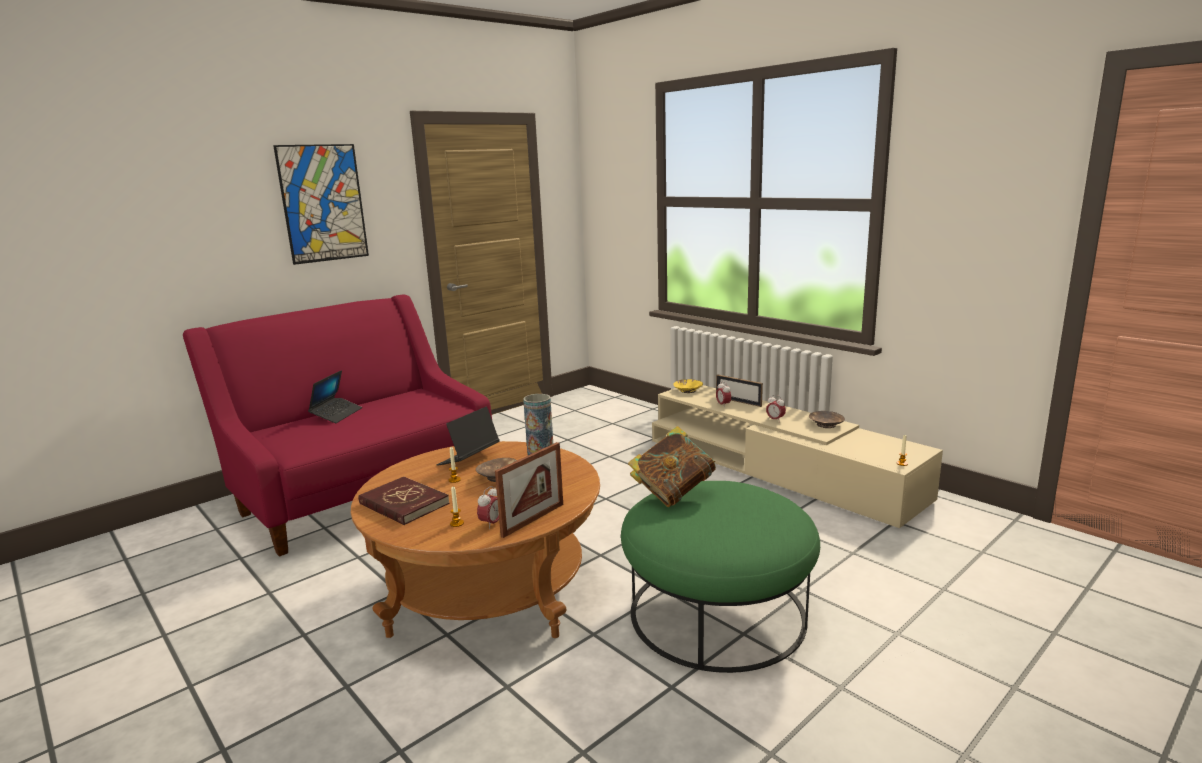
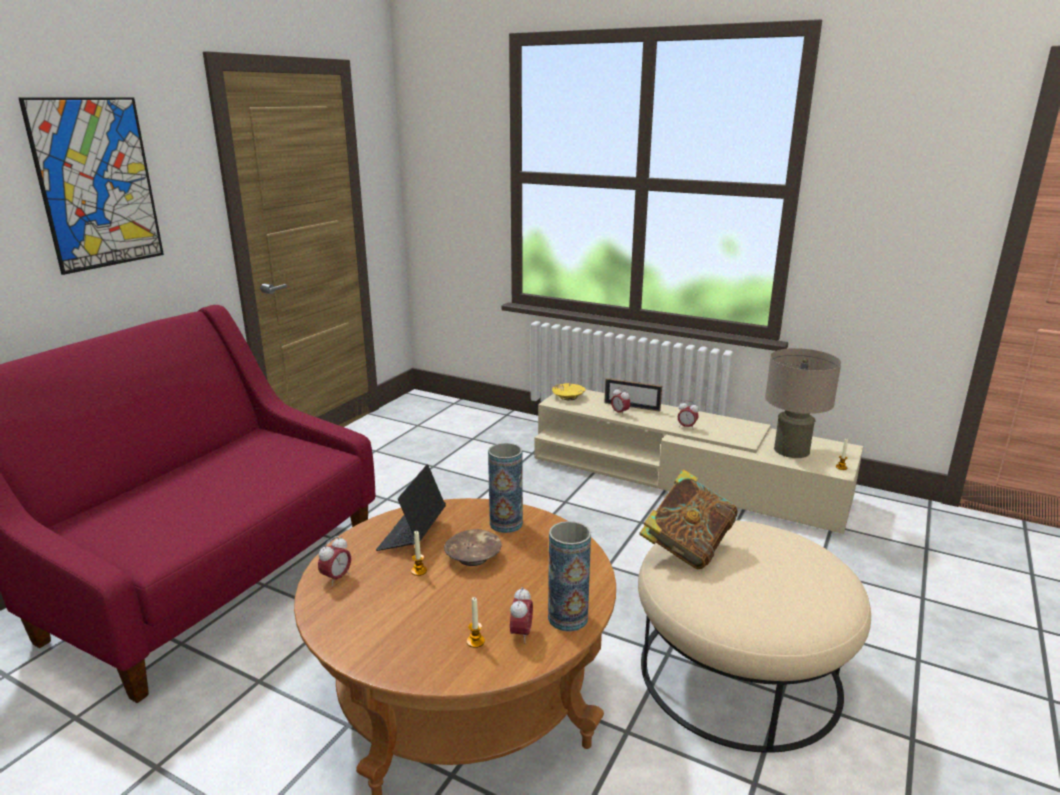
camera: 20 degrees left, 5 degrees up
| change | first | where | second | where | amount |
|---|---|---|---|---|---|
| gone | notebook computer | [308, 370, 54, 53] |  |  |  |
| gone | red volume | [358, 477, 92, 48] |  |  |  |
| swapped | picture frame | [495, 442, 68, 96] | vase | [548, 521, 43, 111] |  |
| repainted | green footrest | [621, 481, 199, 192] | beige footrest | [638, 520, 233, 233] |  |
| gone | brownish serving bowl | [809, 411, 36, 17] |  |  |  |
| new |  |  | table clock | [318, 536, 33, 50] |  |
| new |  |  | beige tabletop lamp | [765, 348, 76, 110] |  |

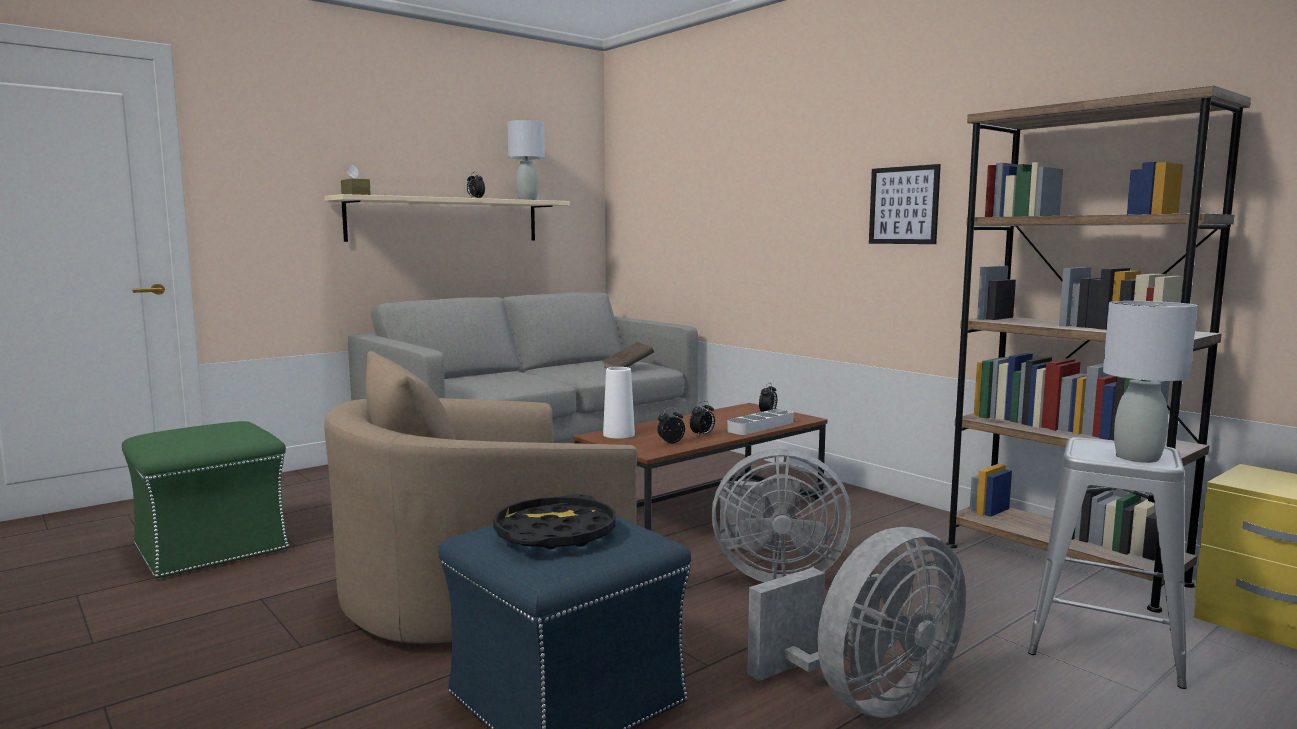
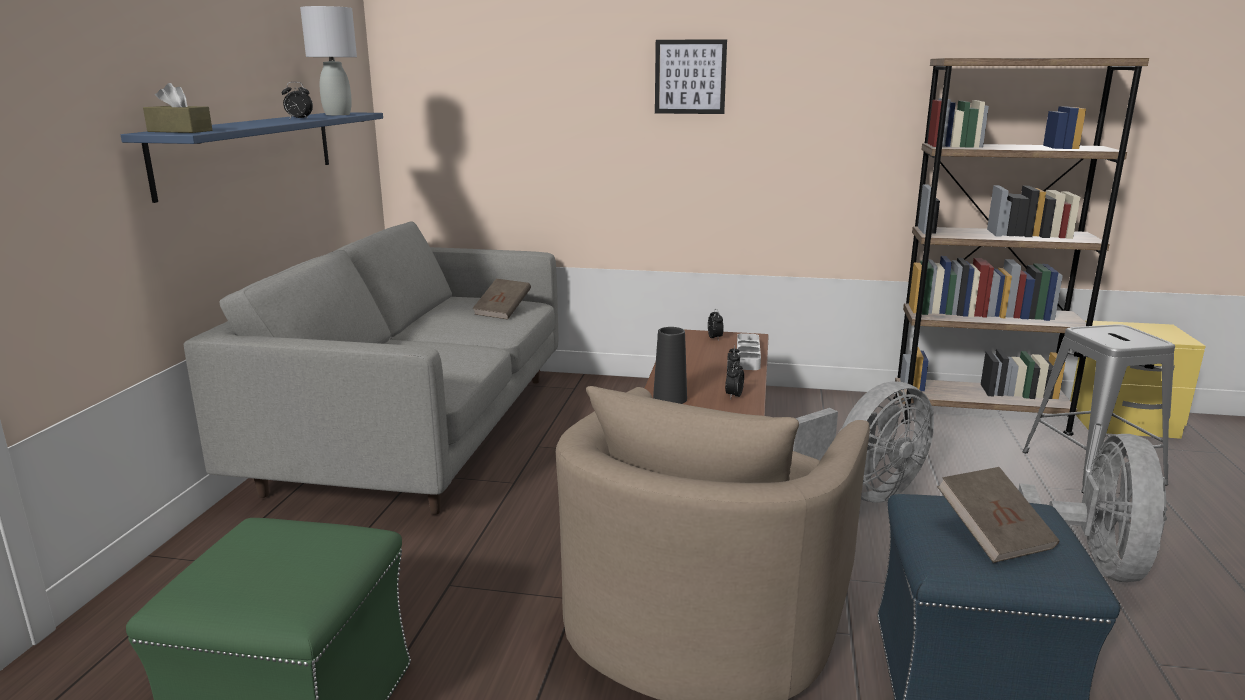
camera: 40 degrees left, 10 degrees up
| change | first | where | second | where | amount |
|---|---|---|---|---|---|
| repainted | beige wall shelf | [324, 194, 246, 48] | blue wall shelf | [121, 112, 262, 91] |  |
| swapped | black carrying tray | [493, 494, 123, 55] | brownish volume | [937, 467, 123, 96] |  |
| repainted | white vase | [603, 367, 32, 72] | black vase | [653, 327, 34, 77] |  |
| shifted | picture | [869, 164, 72, 80] |  | [655, 39, 72, 75] |  |
| gone | grey tabletop lamp | [1103, 301, 95, 162] |  |  |  |

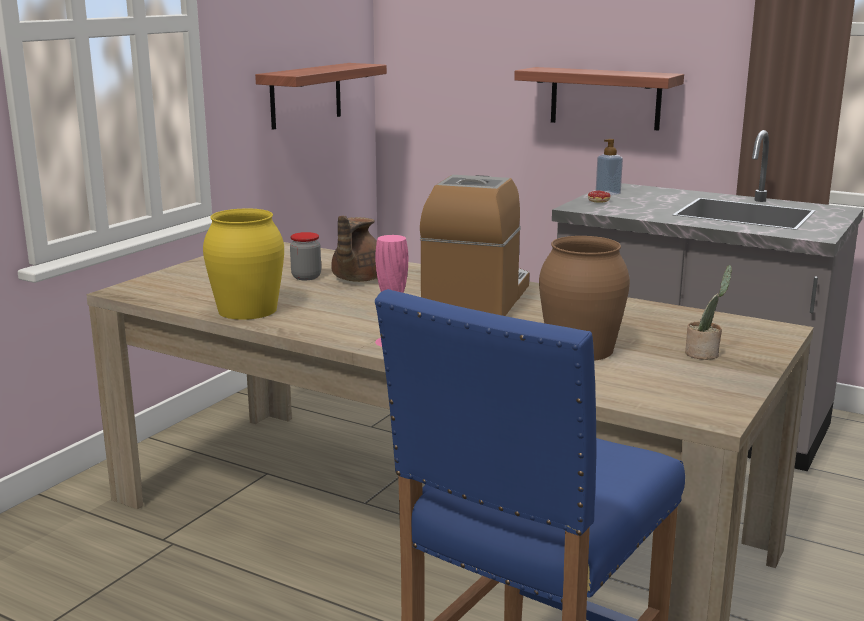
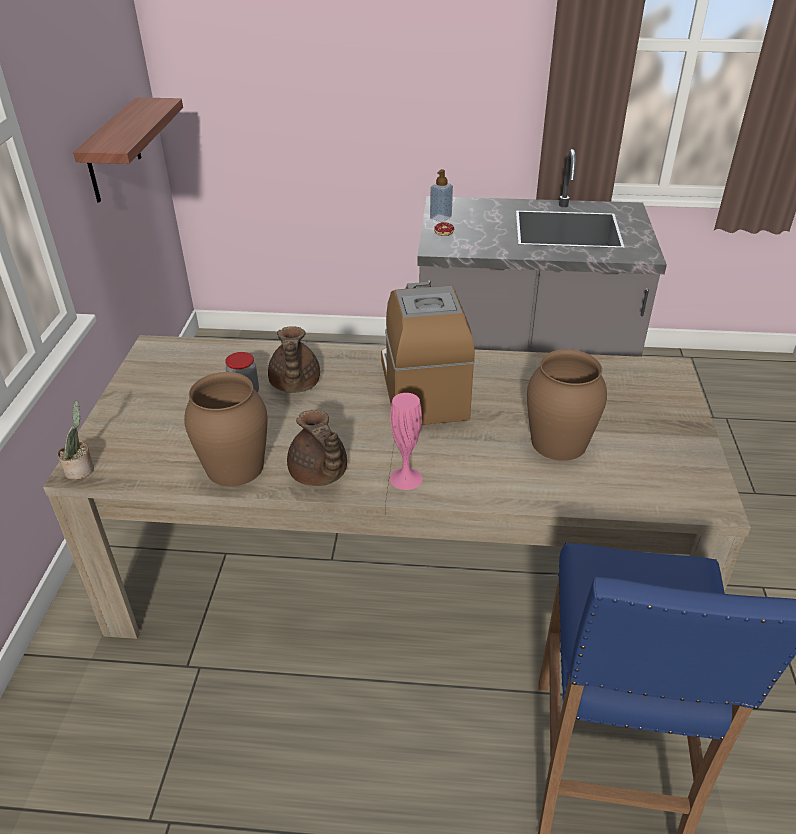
camera: 25 degrees left, 20 degrees up
| change | first | where | second | where | amount |
|---|---|---|---|---|---|
| repainted | yellowish vase | [203, 208, 81, 112] | brownish vase | [184, 372, 84, 114] |  |
| gone | wall shelf | [514, 67, 170, 64] |  |  |  |
| shifted | houseplant | [685, 265, 47, 95] |  | [57, 401, 37, 79] |  |
| new |  |  | brownish tea pot | [287, 410, 60, 76] |  |

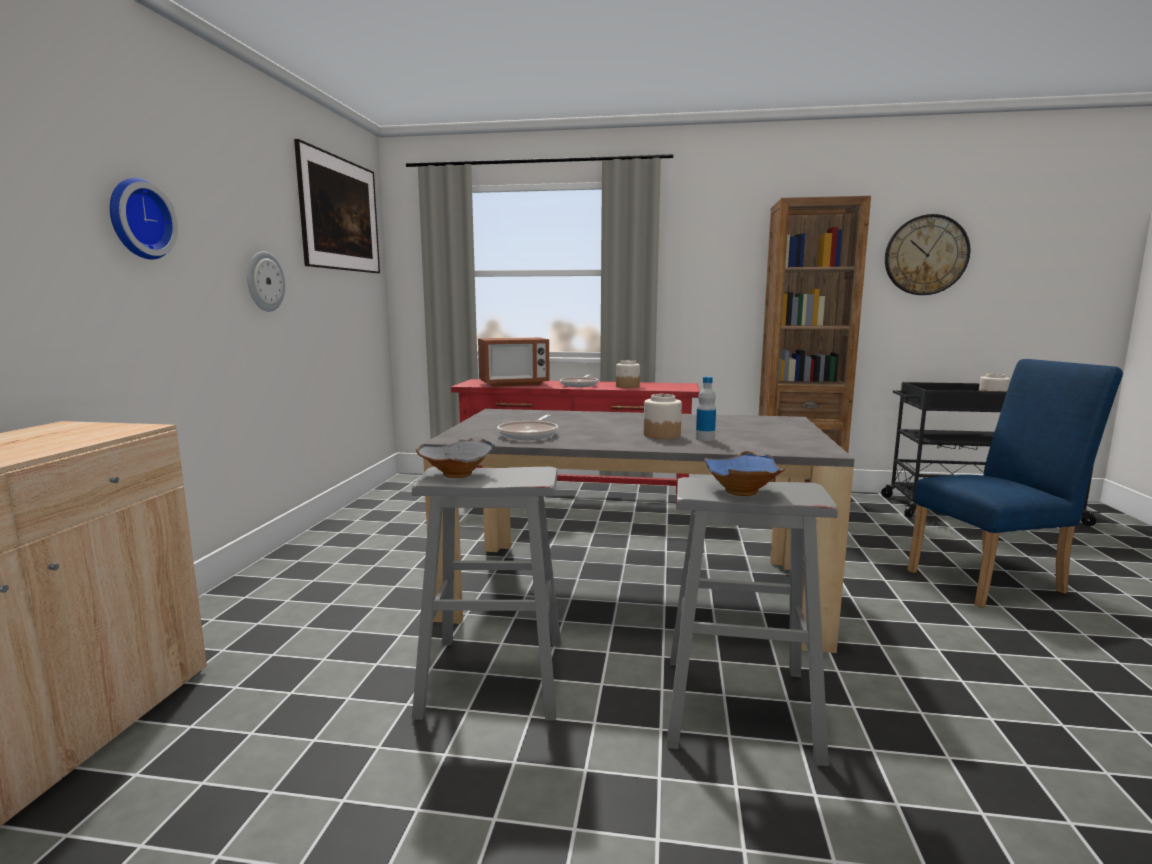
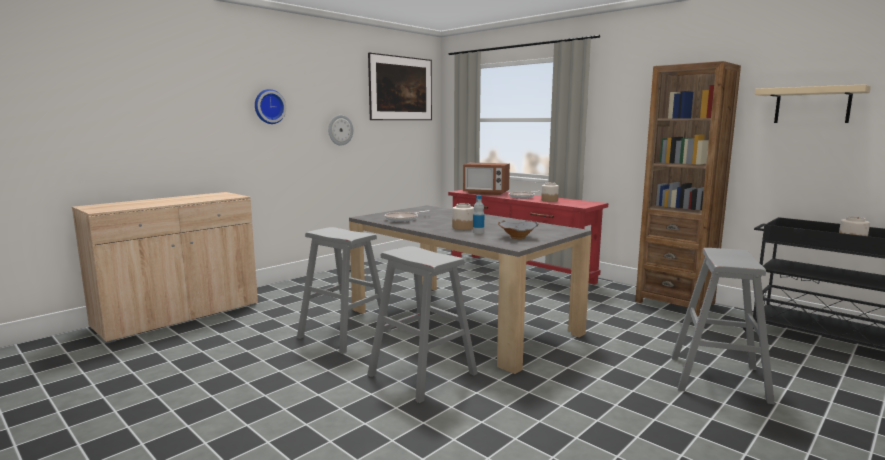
camera: 35 degrees right, 0 degrees up
| change | first | where | second | where | amount |
|---|---|---|---|---|---|
| shifted | grey serving bowl | [416, 438, 79, 40] |  | [498, 220, 41, 19] |  |
| gone | blue serving bowl | [704, 451, 81, 45] |  |  |  |
| swapped | wall clock | [885, 214, 85, 81] | beige wall shelf | [755, 84, 116, 39] |  |
| swapped | blue plain chair | [907, 359, 216, 249] | grey sitting stool | [671, 248, 104, 156] |  |

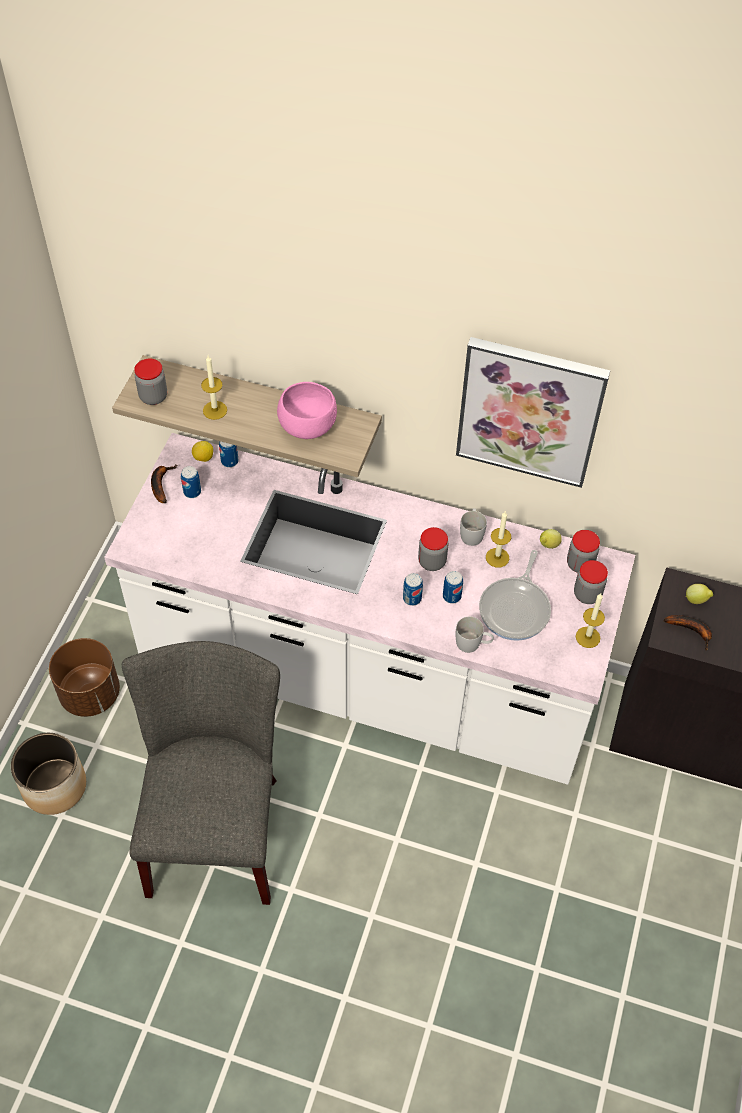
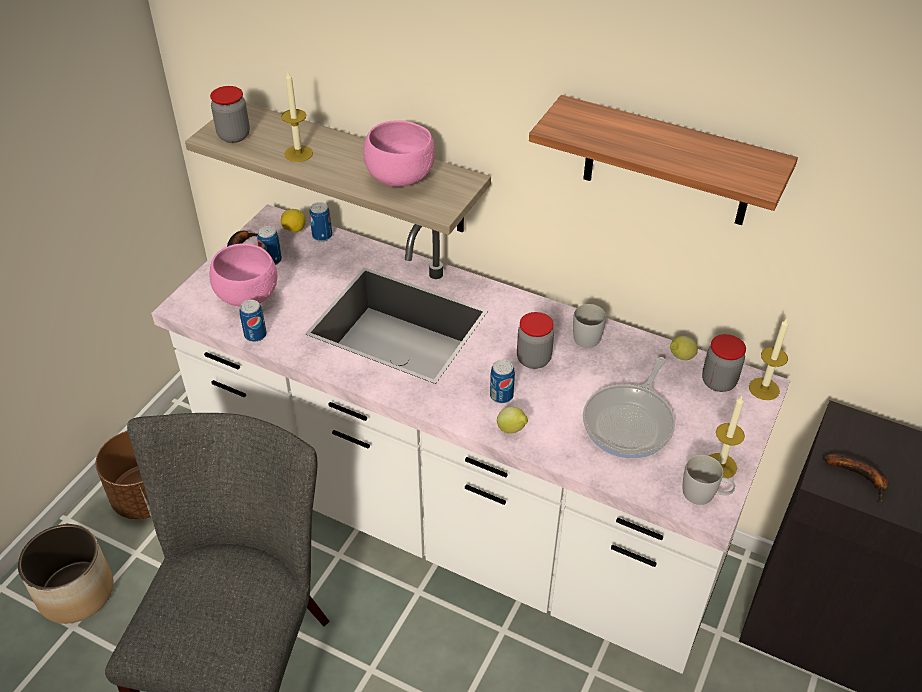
camera: 10 degrees right, 10 degrees down
| change | first | where | second | where | amount |
|---|---|---|---|---|---|
| shifted | metal can | [443, 571, 20, 33] |  | [239, 300, 28, 42] |  |
| shifted | white coffee mug | [455, 617, 39, 36] |  | [683, 455, 52, 50] |  |
| swapped | picture | [456, 337, 154, 151] | wall shelf | [529, 95, 269, 130] |  |
| shifted | candle | [486, 512, 25, 55] |  | [749, 319, 40, 81] |  |
| gone | preserve jar | [574, 560, 34, 44] |  |  |  |
| shifted | citrus fruit | [686, 584, 27, 20] |  | [497, 407, 31, 27] |  |
| new |  |  | pink serving bowl | [209, 244, 68, 63] |  |

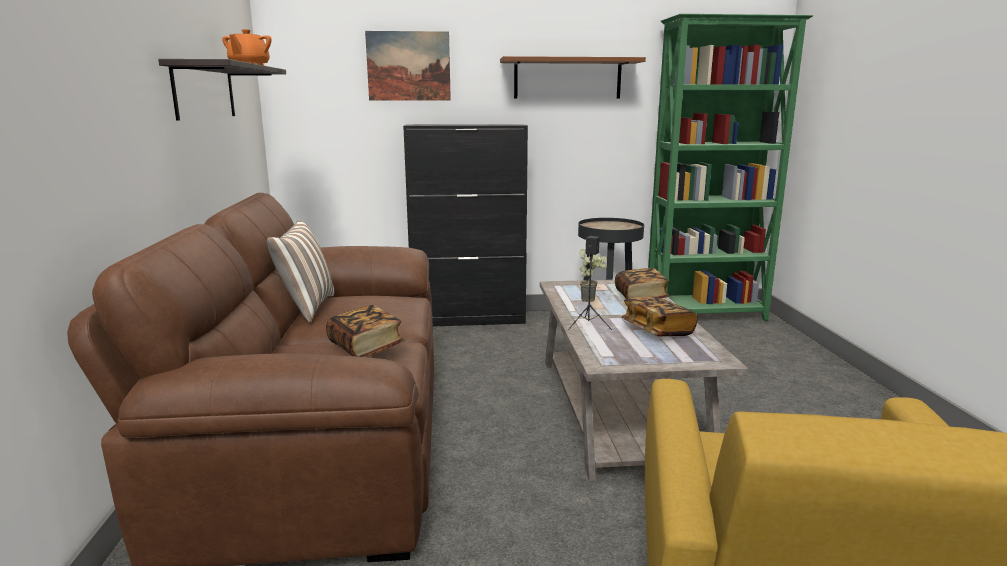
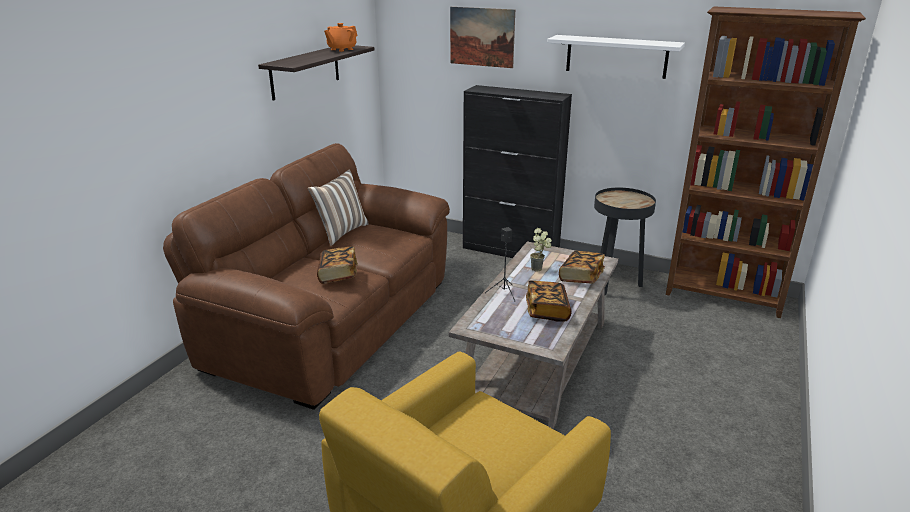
camera: 30 degrees right, 10 degrees up
| change | first | where | second | where | amount |
|---|---|---|---|---|---|
| repainted | brownish wall shelf | [500, 56, 146, 43] | white wall shelf | [547, 35, 138, 44] |  |
| repainted | green shelving unit | [648, 14, 165, 307] | brownish shelving unit | [666, 6, 200, 312] |  |

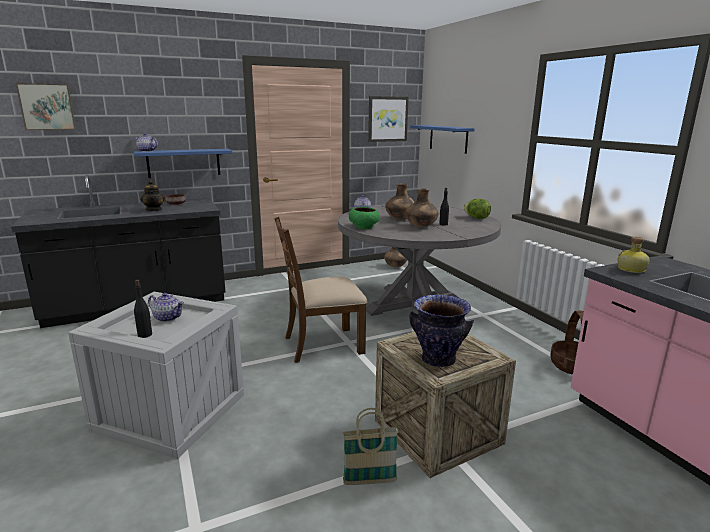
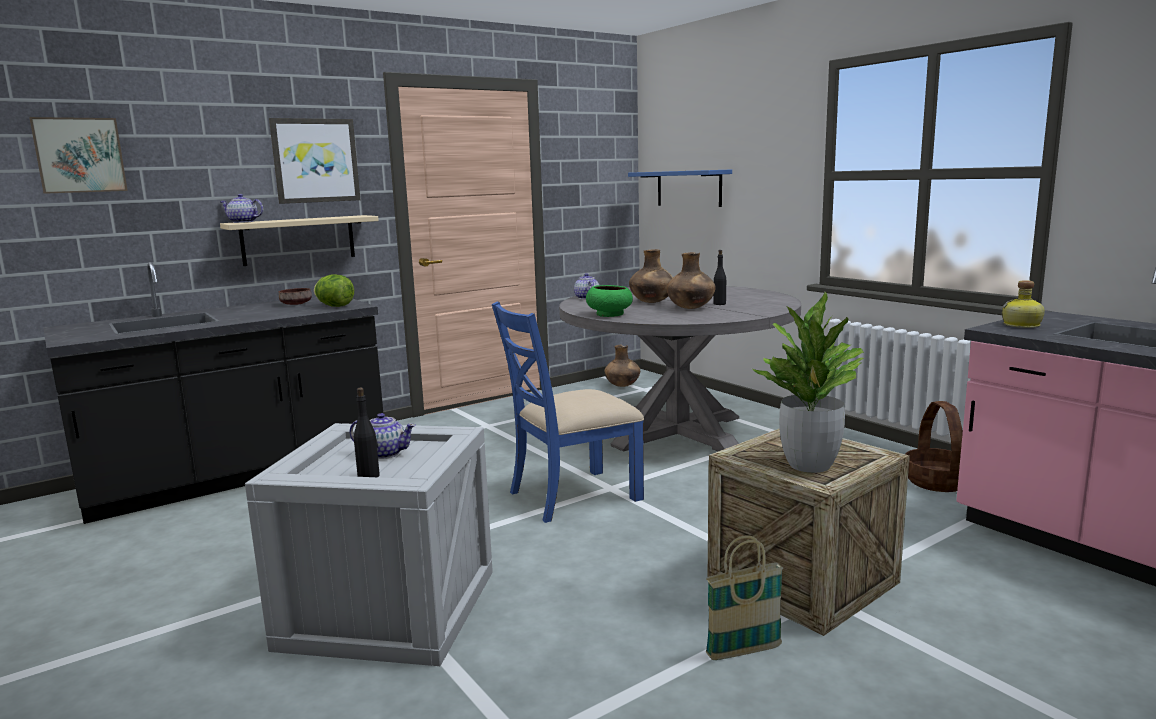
camera: 10 degrees left, 5 degrees down
| change | first | where | second | where | amount |
|---|---|---|---|---|---|
| repainted | blue wall shelf | [134, 149, 98, 29] | beige wall shelf | [220, 215, 159, 51] |  |
| gone | tea pot | [140, 180, 25, 31] |  |  |  |
| repainted | brownish plain chair | [274, 217, 93, 146] | blue plain chair | [492, 301, 152, 222] |  |
| shifted | picture | [368, 96, 41, 46] |  | [269, 118, 91, 86] |  |
| swapped | vase | [409, 295, 65, 73] | houseplant | [752, 292, 112, 181] |  |
| shifted | lettuce head | [464, 199, 27, 20] |  | [314, 274, 40, 33] |  |

